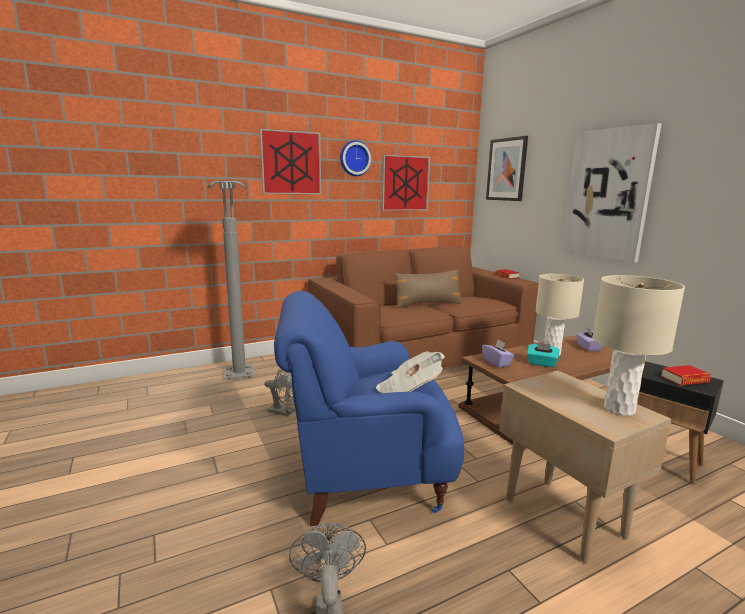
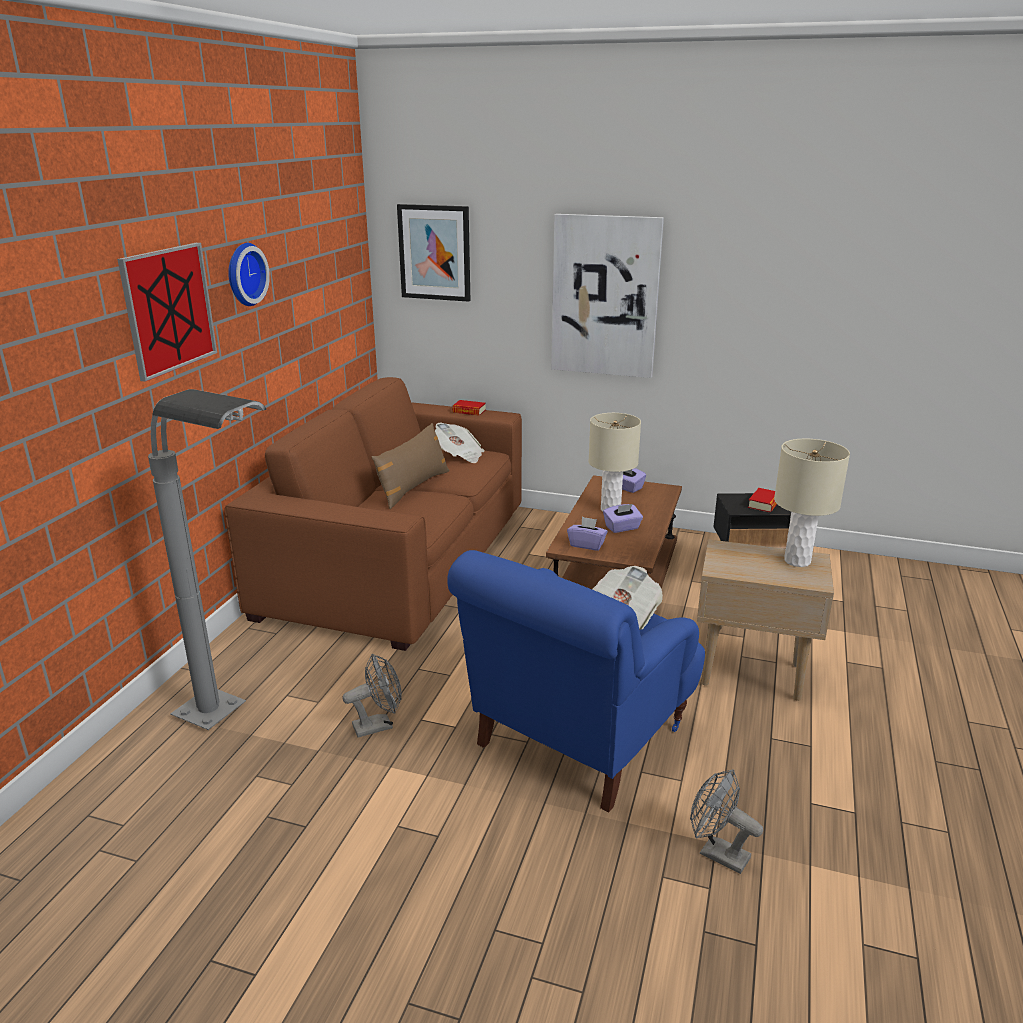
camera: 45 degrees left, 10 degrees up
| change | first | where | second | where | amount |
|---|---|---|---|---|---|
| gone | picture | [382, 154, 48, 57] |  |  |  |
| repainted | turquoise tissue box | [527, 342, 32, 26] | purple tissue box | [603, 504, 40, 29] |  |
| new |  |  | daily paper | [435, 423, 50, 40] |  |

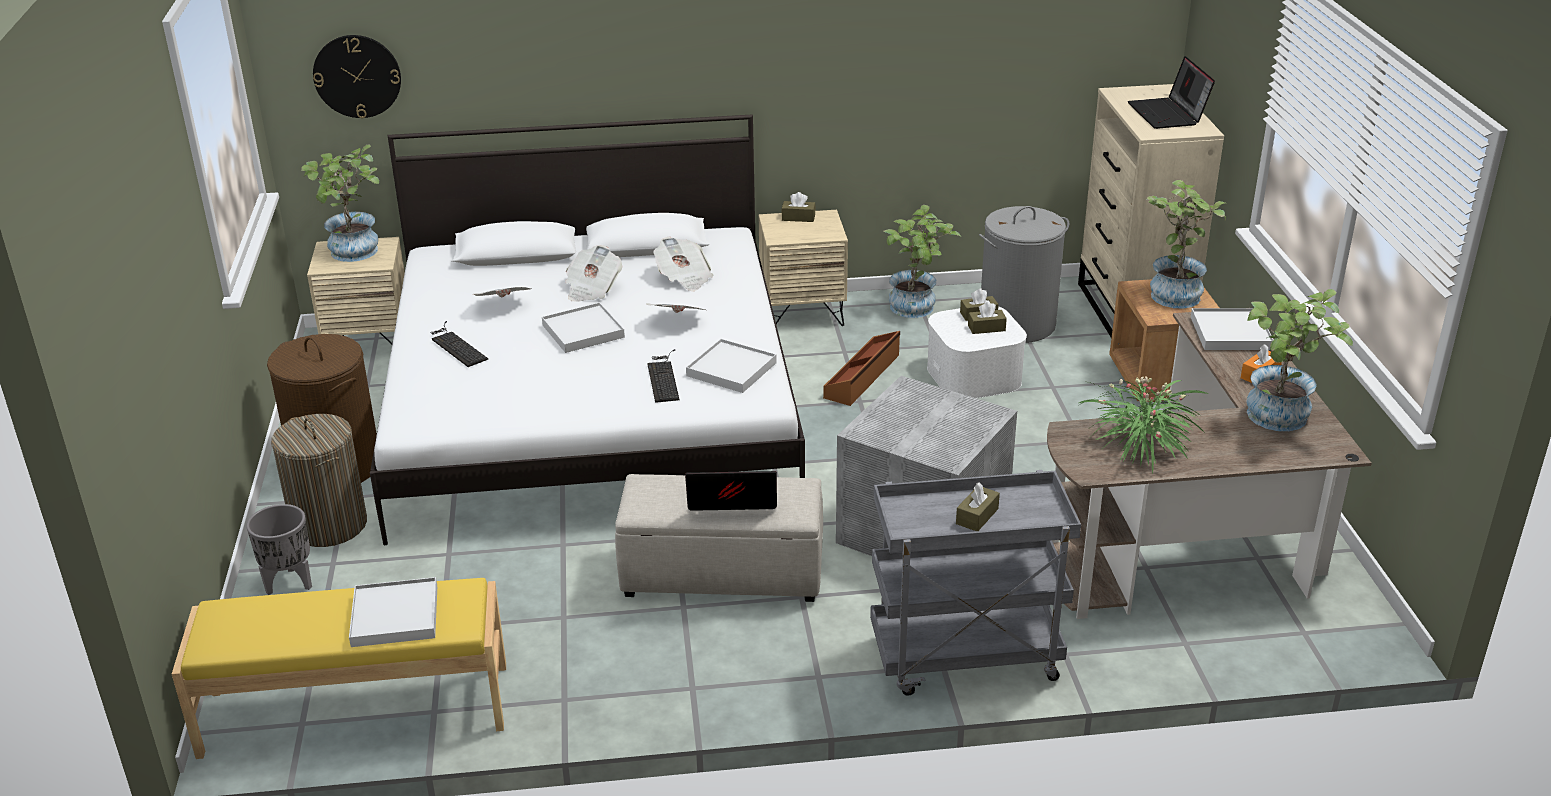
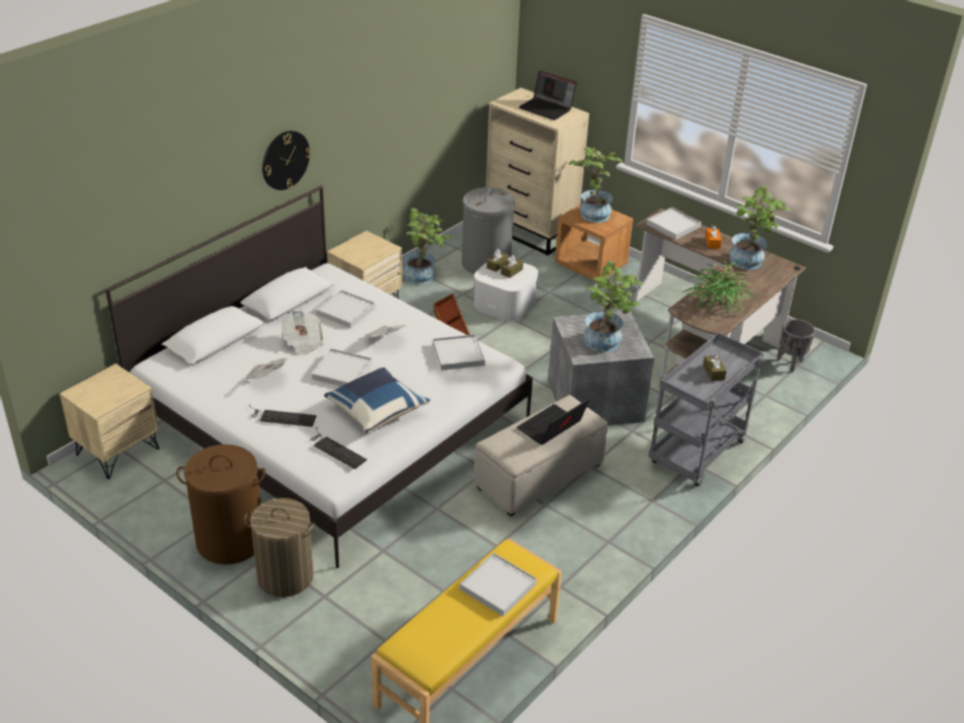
camera: 45 degrees left, 5 degrees up
| change | first | where | second | where | amount |
|---|---|---|---|---|---|
| shifted | grey flower pot | [246, 504, 66, 91] |  | [777, 319, 38, 53] |  |
| shifted | houseplant | [301, 144, 78, 118] |  | [584, 261, 60, 91] |  |
| shifted | wall clock | [313, 35, 88, 83] |  | [262, 131, 49, 59] |  |
| shifted | PC keyboard | [647, 349, 32, 54] |  | [310, 427, 57, 42] |  |
| swapped | daily paper | [653, 237, 61, 54] | white carrying tray | [316, 290, 59, 38] |  |
| gone | brownish tissue box | [781, 192, 35, 30] |  |  |  |
| new |  |  | blue pillow | [324, 366, 106, 68] |  |

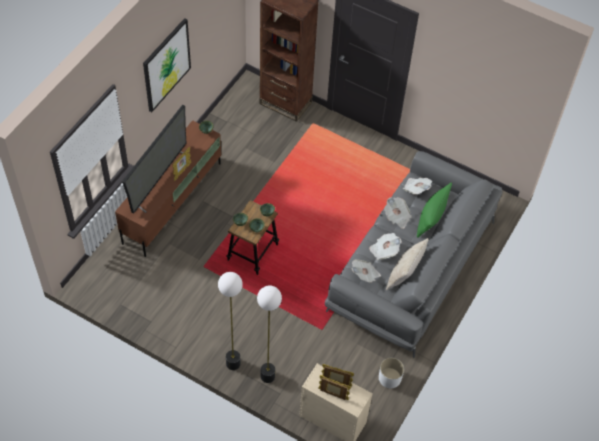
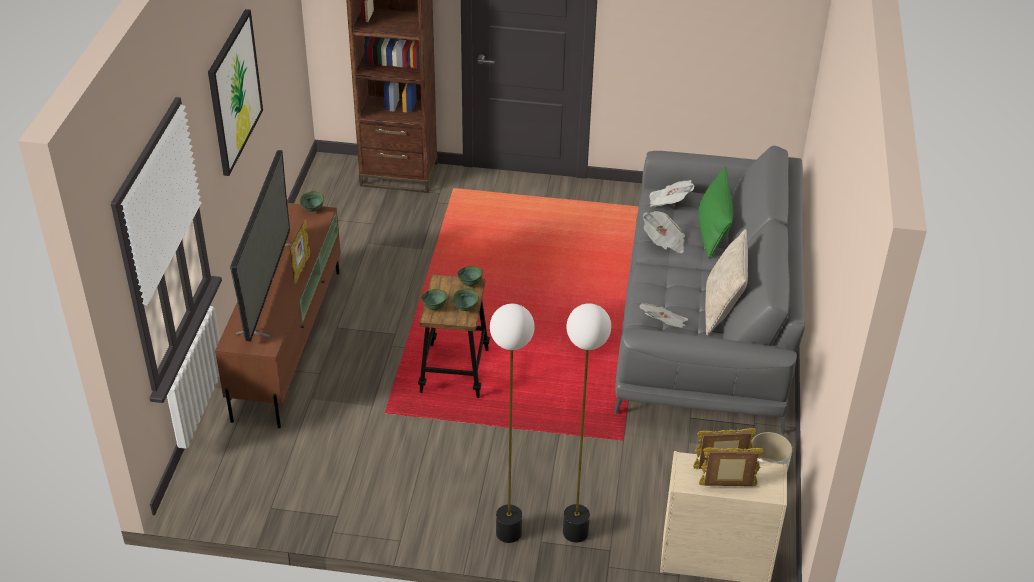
camera: 20 degrees left, 15 degrees down
| change | first | where | second | where | amount |
|---|---|---|---|---|---|
| gone | daily paper | [369, 233, 33, 27] |  |  |  |

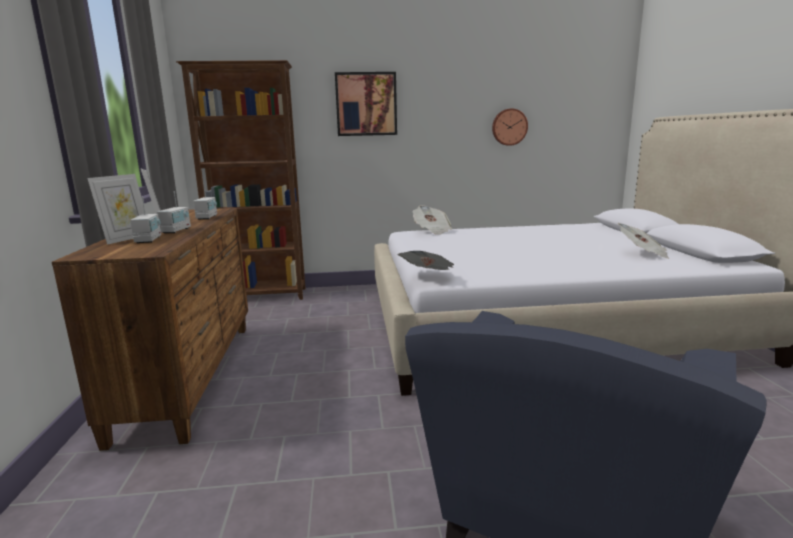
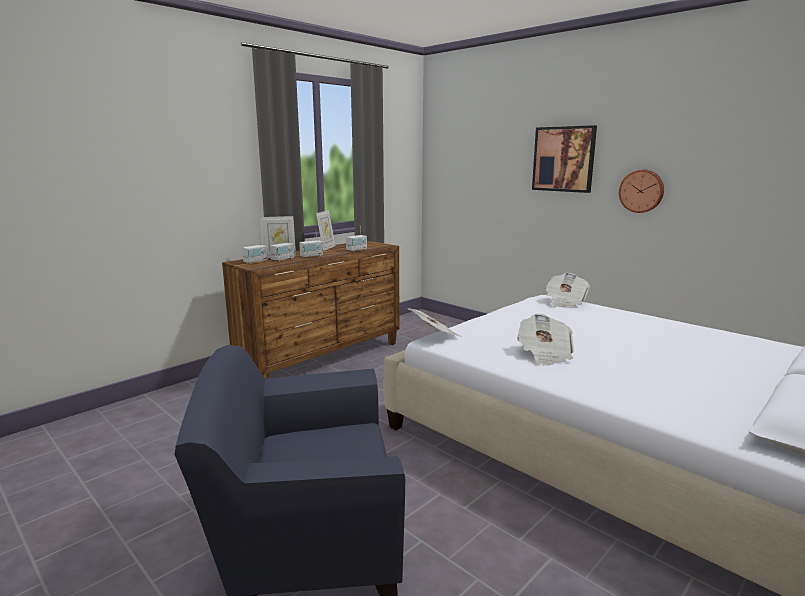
camera: 50 degrees right, 0 degrees up
| change | first | where | second | where | amount |
|---|---|---|---|---|---|
| gone | brownish shelving unit | [176, 60, 130, 240] |  |  |  |
| shifted | wall clock | [492, 108, 36, 38] |  | [619, 170, 45, 43] |  |
| shifted | daily paper | [618, 223, 51, 36] |  | [517, 314, 57, 52] |  |
| new |  |  | radio receiver | [242, 234, 26, 30] |  |

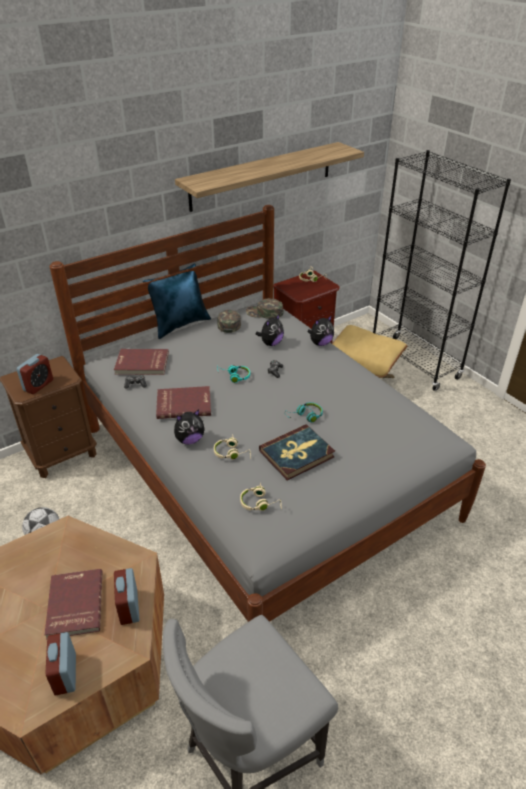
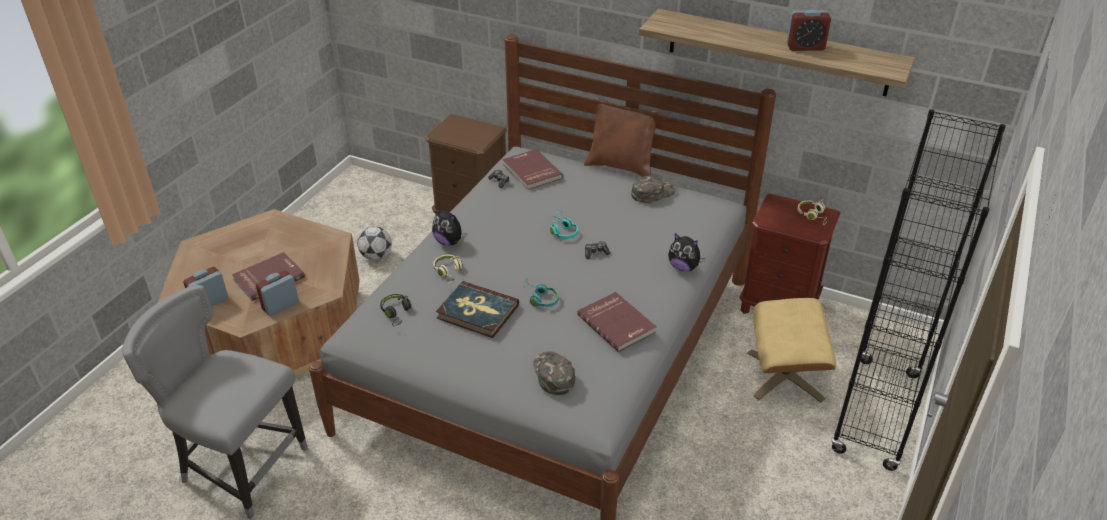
camera: 60 degrees right, 0 degrees up
| change | first | where | second | where | amount |
|---|---|---|---|---|---|
| shifted | table clock | [16, 354, 37, 40] |  | [787, 9, 44, 42] |  |
| repainted | blue pillow | [143, 263, 68, 76] | brownish pillow | [584, 98, 77, 79] |  |
| shifted | red volume | [156, 386, 55, 33] |  | [577, 292, 80, 60] |  |
| repainted | beige headphones | [240, 483, 42, 28] | black headphones | [380, 294, 31, 32] |  |
| shifted | green baseball cap | [246, 298, 37, 21] |  | [533, 352, 42, 43] |  |
| gone | plush toy | [256, 314, 28, 32] |  |  |  |

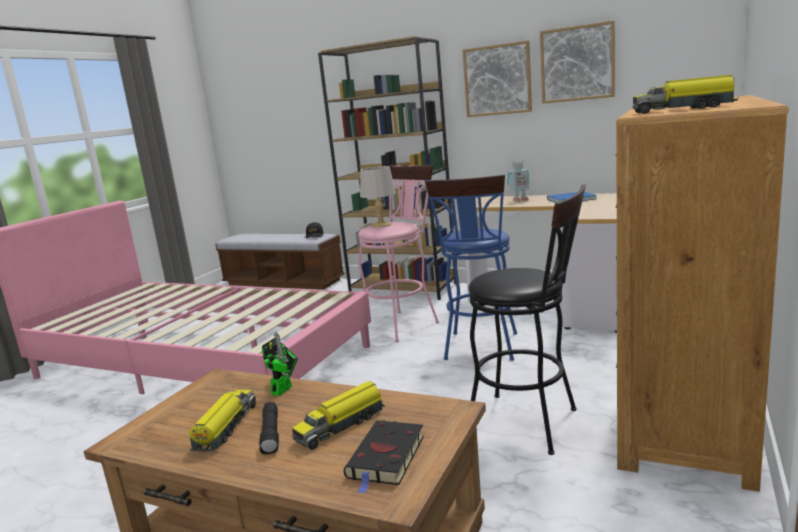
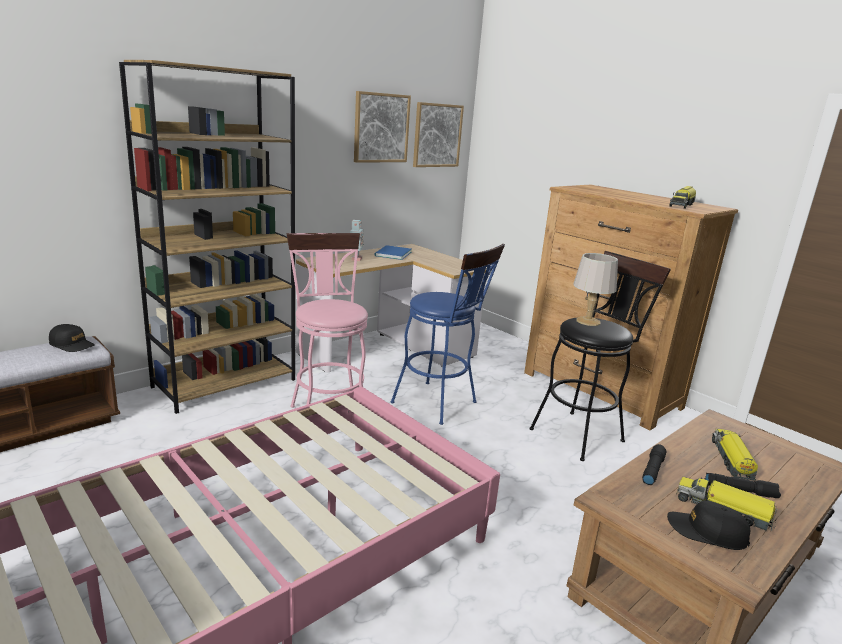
camera: 70 degrees left, 5 degrees up
| change | first | where | second | where | amount |
|---|---|---|---|---|---|
| swapped | model robot | [262, 332, 36, 64] | black torch | [642, 444, 25, 41] |  |
| rotated | toy truck | [292, 381, 93, 69] |  | [712, 429, 46, 52] | 150 degrees counterclockwise |
| gone | black volume | [344, 420, 80, 74] |  |  |  |
| shifted | grey tabletop lamp | [360, 166, 36, 62] |  | [573, 253, 45, 73] |  |
| shifted | picture | [463, 41, 69, 76] |  | [413, 102, 51, 65] |  |
| new |  |  | black baseball cap | [667, 501, 83, 49] |  |

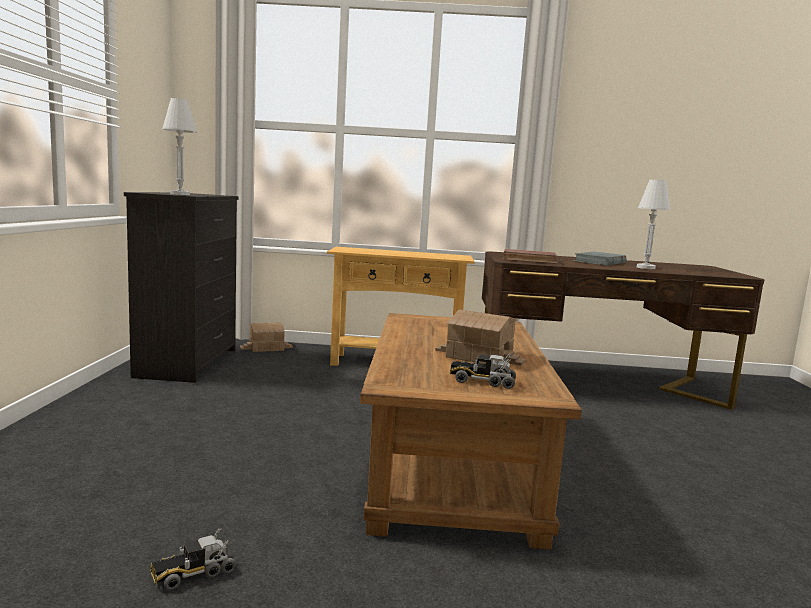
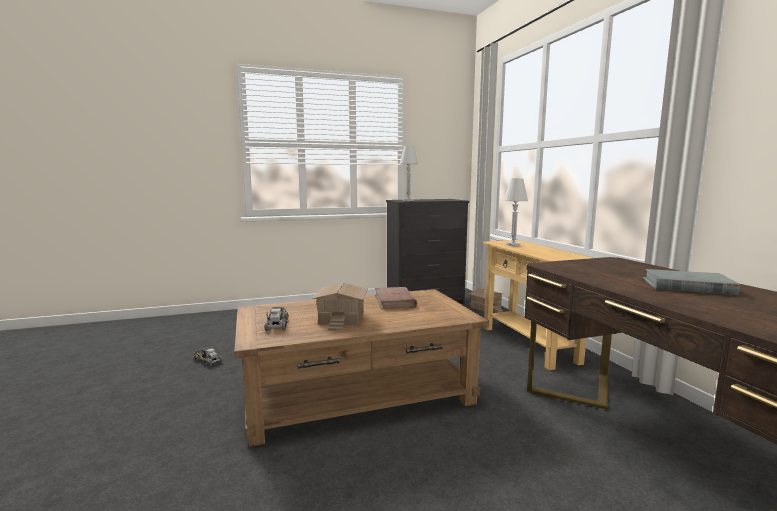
camera: 70 degrees right, 0 degrees up
| change | first | where | second | where | amount |
|---|---|---|---|---|---|
| shifted | brownish volume | [503, 249, 54, 15] |  | [375, 287, 42, 22] |  |
| shifted | white tabletop lamp | [637, 180, 34, 89] |  | [504, 179, 24, 67] |  |

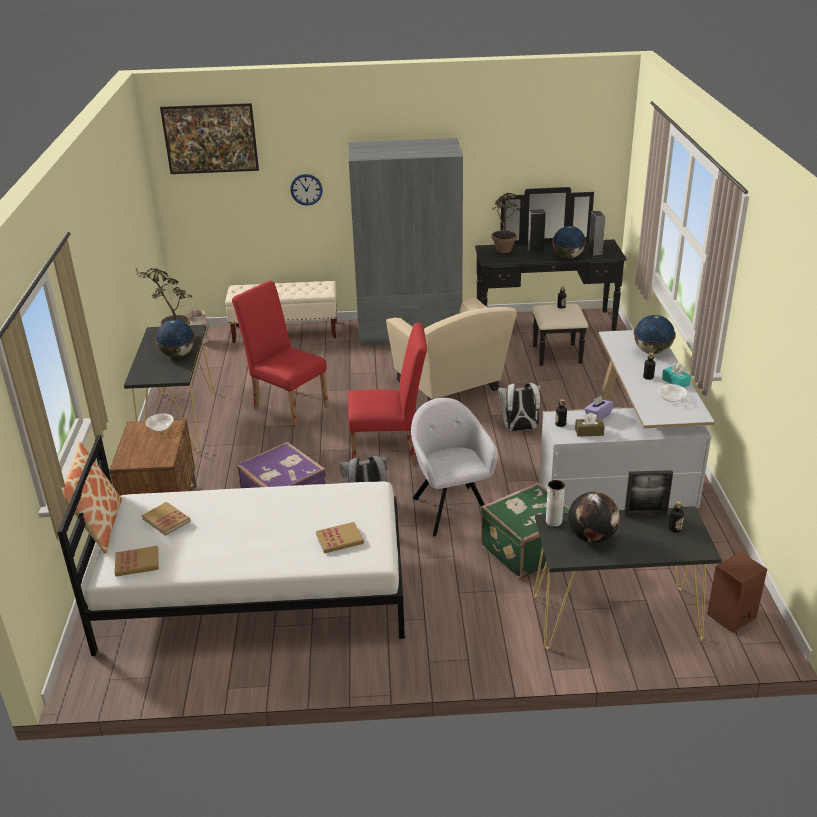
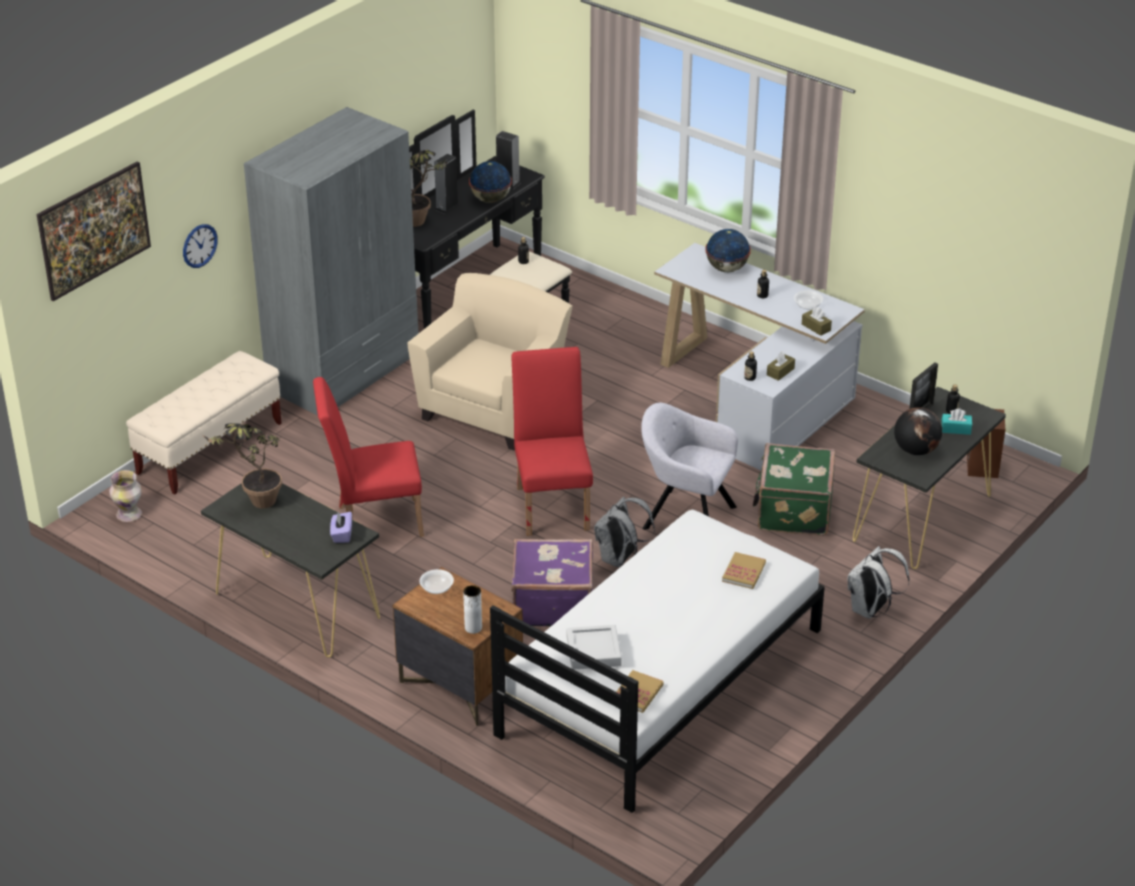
camera: 50 degrees left, 5 degrees up
| change | first | where | second | where | amount |
|---|---|---|---|---|---|
| gone | pillow | [62, 442, 60, 111] |  |  |  |
| swapped | volume | [142, 502, 49, 34] | grey carrying tray | [567, 625, 55, 45] |  |
| gone | world globe | [155, 320, 40, 37] |  |  |  |
| rotated | red plain chair | [348, 323, 79, 142] |  | [511, 347, 82, 189] | 45 degrees counterclockwise |
| rotated | beige armchair | [386, 297, 131, 104] |  | [407, 273, 165, 178] | 75 degrees counterclockwise |
| shifted | white backpack | [498, 383, 43, 48] |  | [848, 546, 62, 73] |  |
| shifted | white vase | [546, 480, 19, 47] |  | [463, 585, 19, 49] |  |
| shifted | purple tissue box | [584, 395, 30, 24] |  | [330, 512, 22, 31] |  |
| shifted | turquoise tissue box | [662, 363, 29, 25] |  | [941, 408, 31, 27] |  |
| new |  |  | brownish tissue box | [802, 307, 30, 29] |  |

